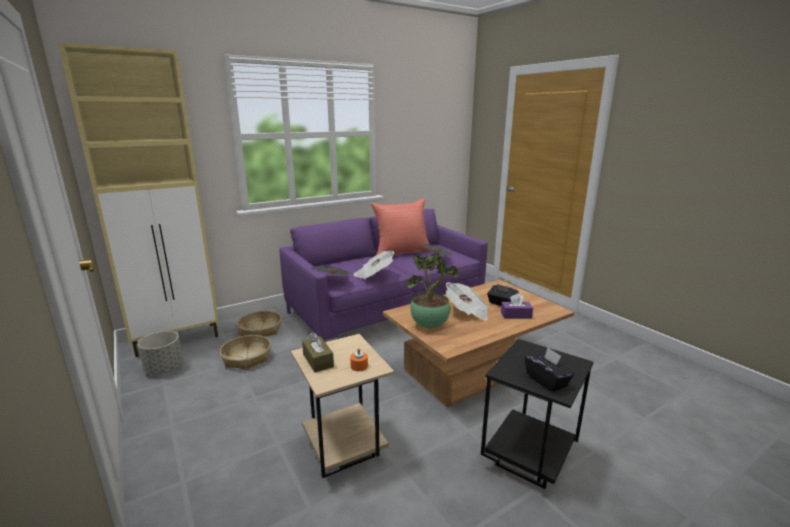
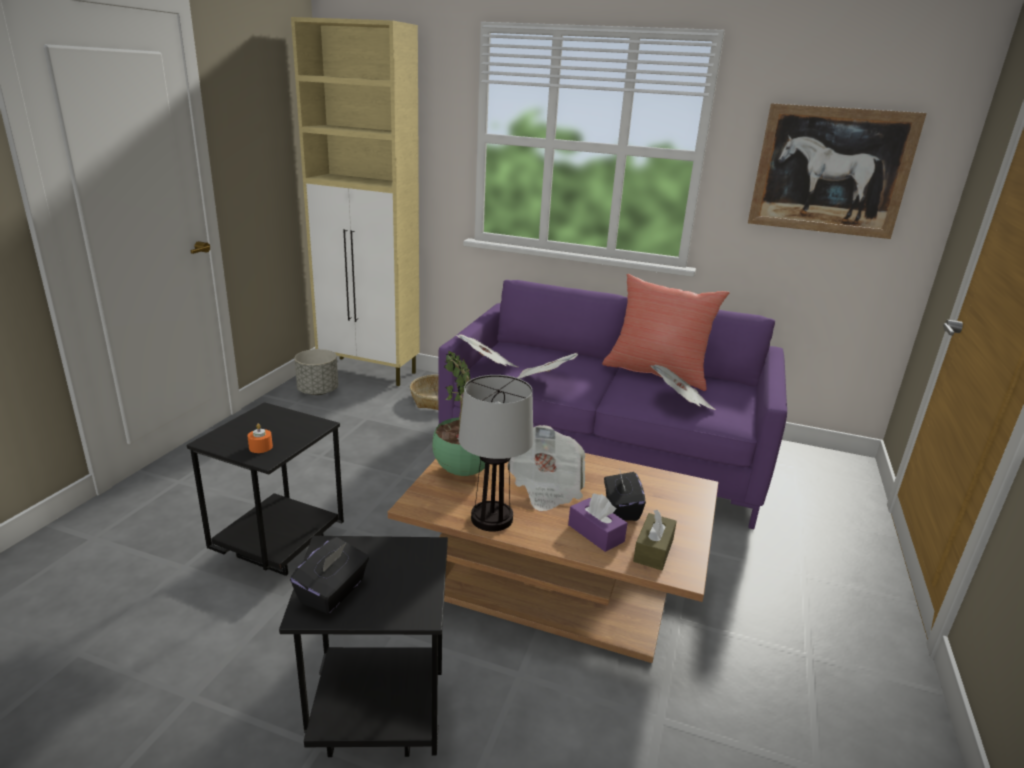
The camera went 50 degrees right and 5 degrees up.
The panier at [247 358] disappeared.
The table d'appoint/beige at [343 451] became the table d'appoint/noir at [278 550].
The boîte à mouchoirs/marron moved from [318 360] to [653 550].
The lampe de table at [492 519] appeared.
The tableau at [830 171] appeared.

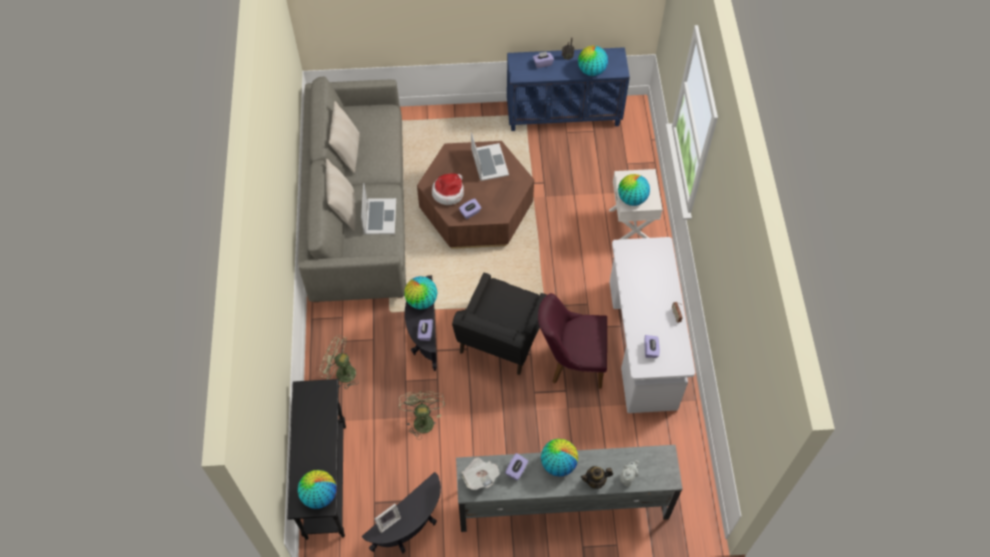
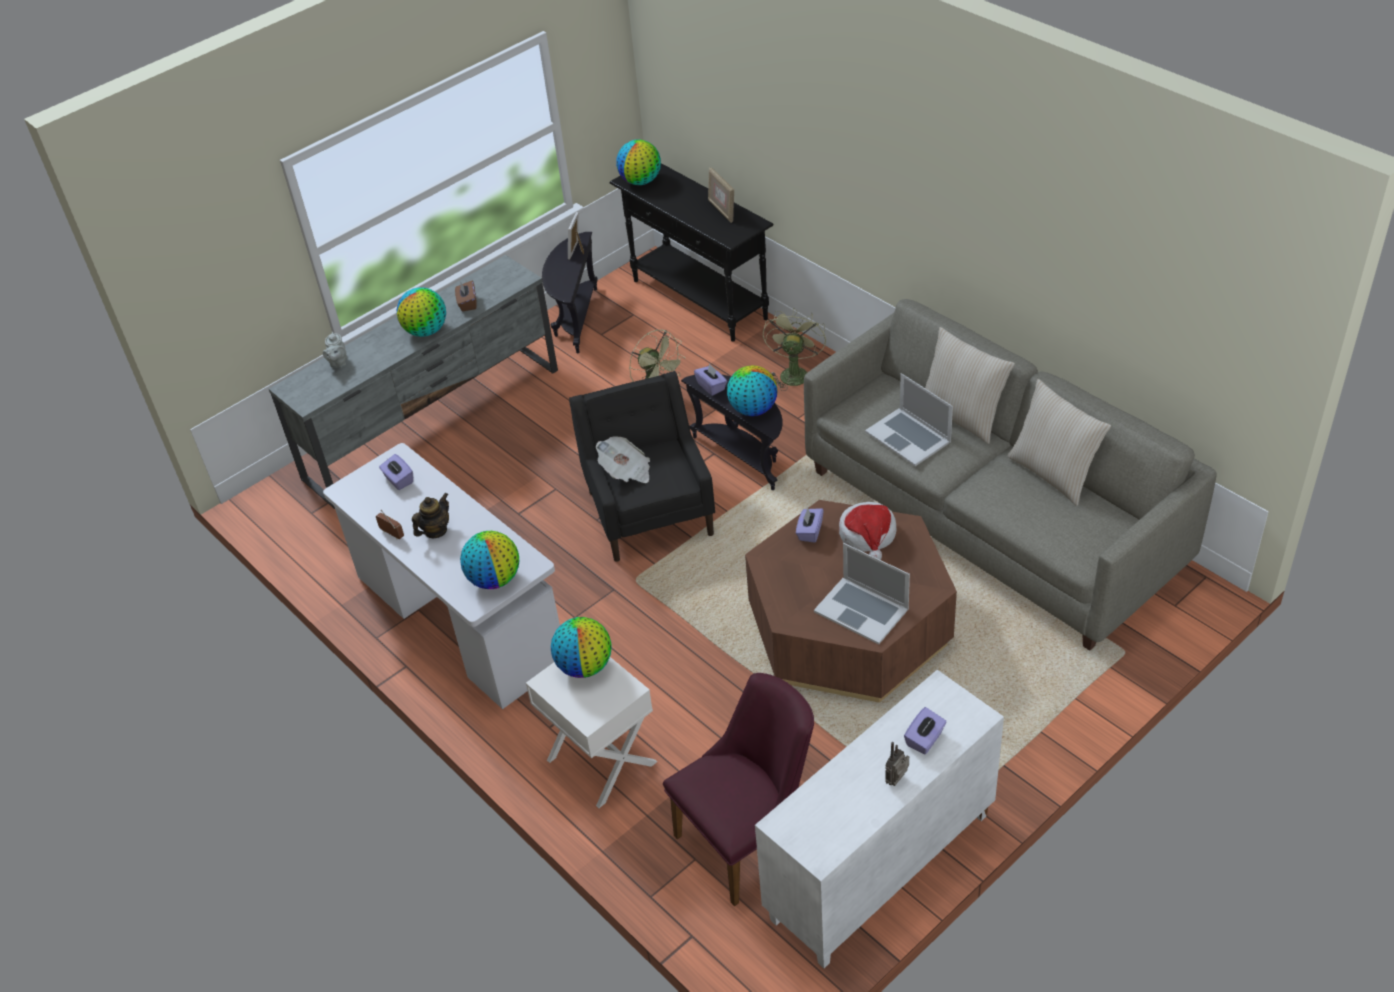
The camera went 145 degrees right and 15 degrees down.
The ventilateur/vert at [341 373] turned 60 degrees counterclockwise.
The journal moved from [480 476] to [626 471].
The boîte à mouchoirs/violet at [516 470] became the boîte à mouchoirs/marron at [467 303].
The meuble de rangement/bleu at [564 115] became the meuble de rangement/blanc at [880 869].
The chaise/violet moved from [571 362] to [750 839].
The globe moved from [591 71] to [495 579].
The théière moved from [595 481] to [435 531].
The cadre photo at [722 210] appeared.

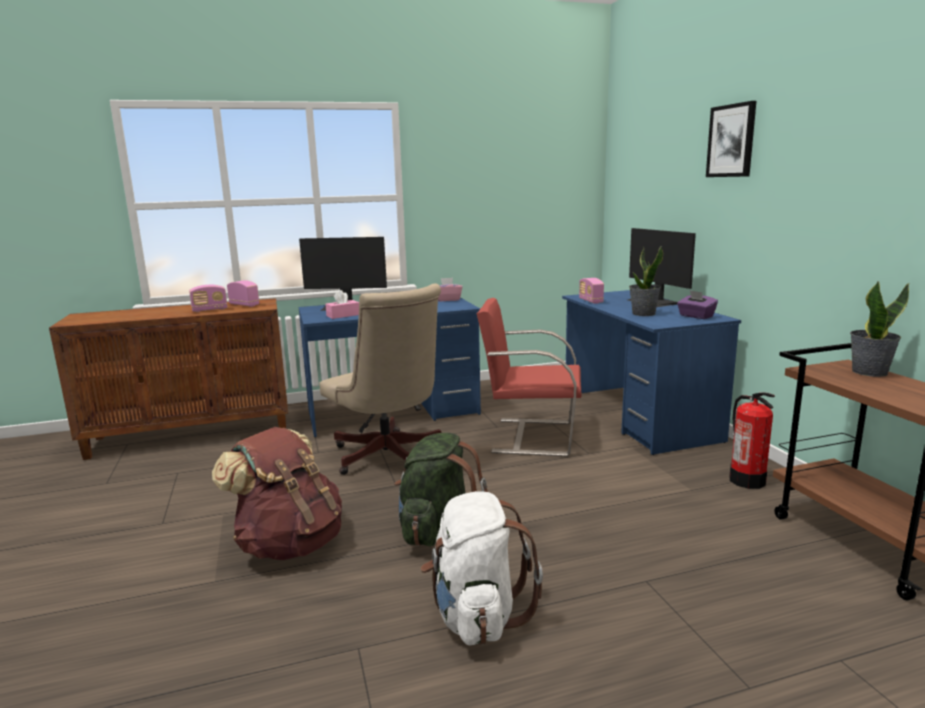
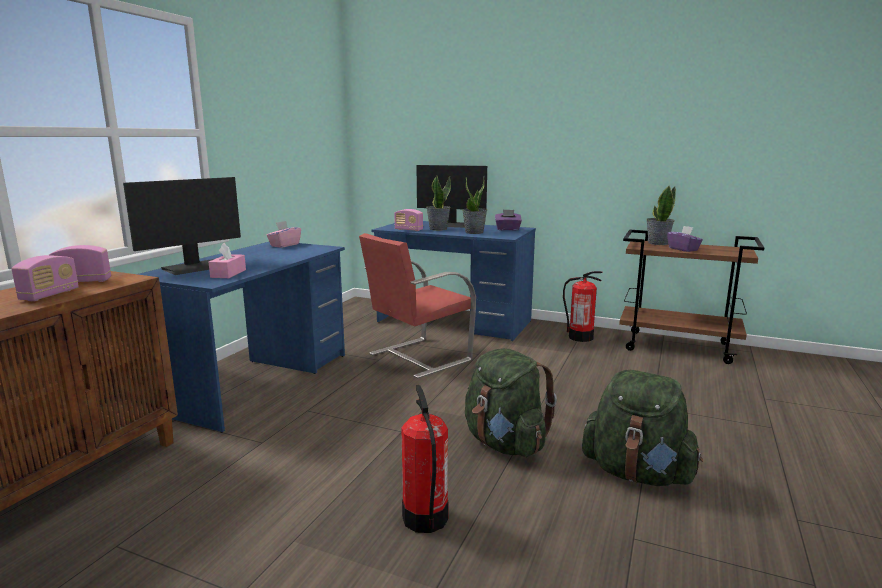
The camera went 50 degrees left and 0 degrees up.
The sac à dos/marron at [289 544] was replaced by the extincteur at [425 518].
The chaise de bureau/beige at [389 458] disappeared.
The sac à dos/blanc at [477 615] became the sac à dos/vert at [637 473].
The tableau at [731 141] disappeared.
The plante en pot at [438 229] appeared.
The boîte à mouchoirs/violet at [683 249] appeared.

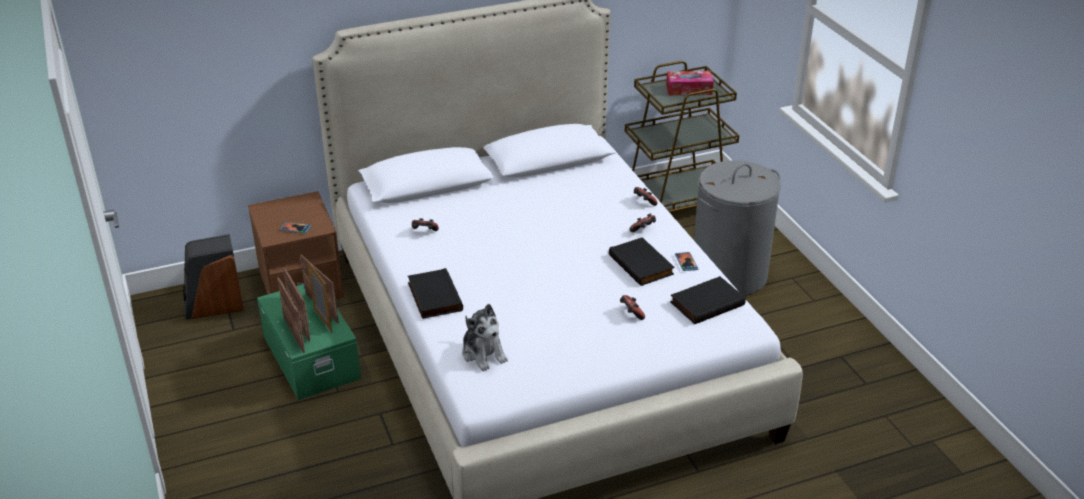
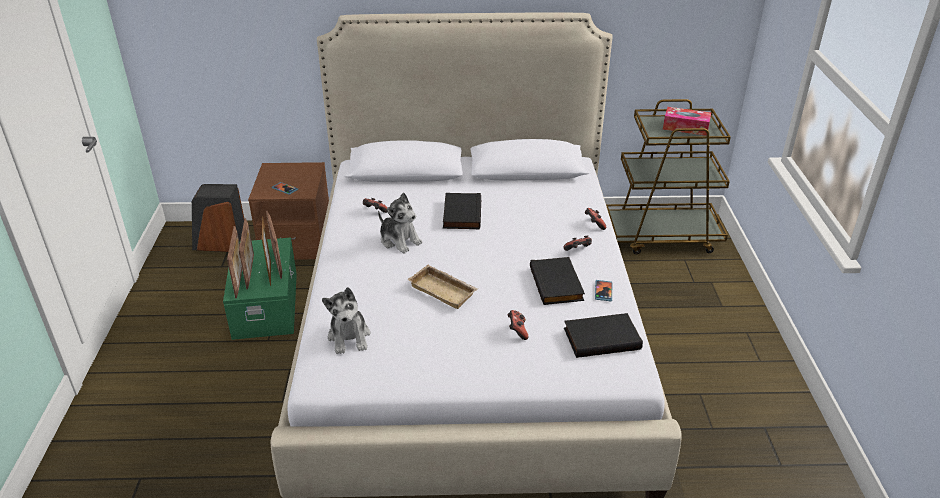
The camera went 20 degrees right and 0 degrees up.
The livre/noir moved from [433 297] to [460 214].
The panier à linge/gris at [729 275] disappeared.
The peluche at [399 240] appeared.
The plateau/beige at [444 290] appeared.

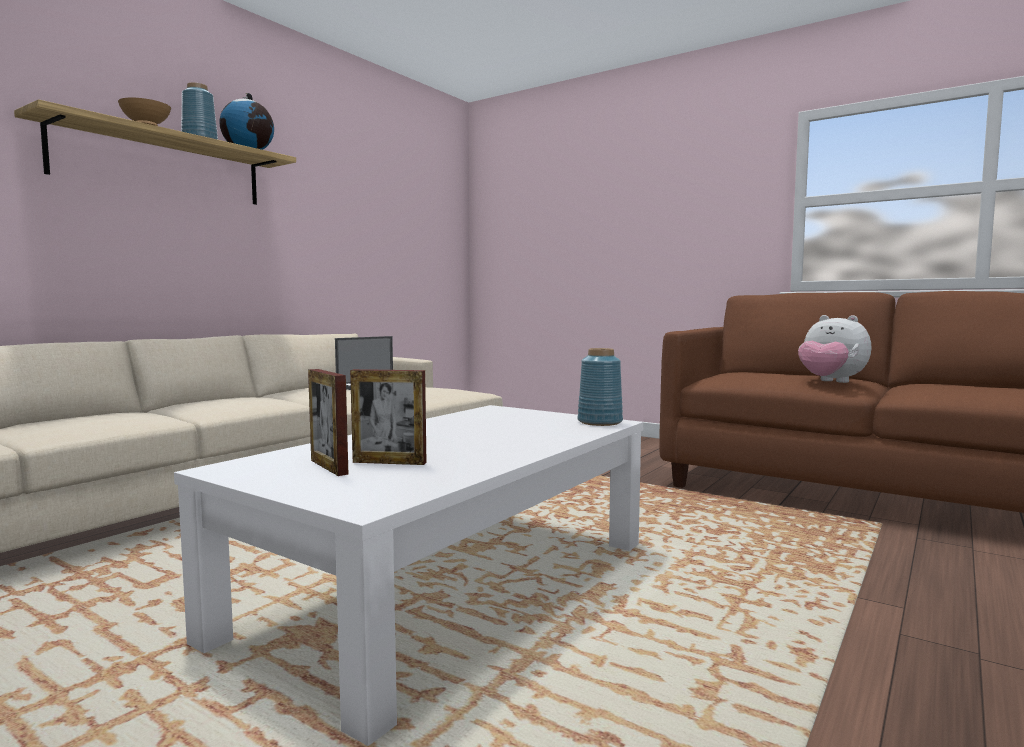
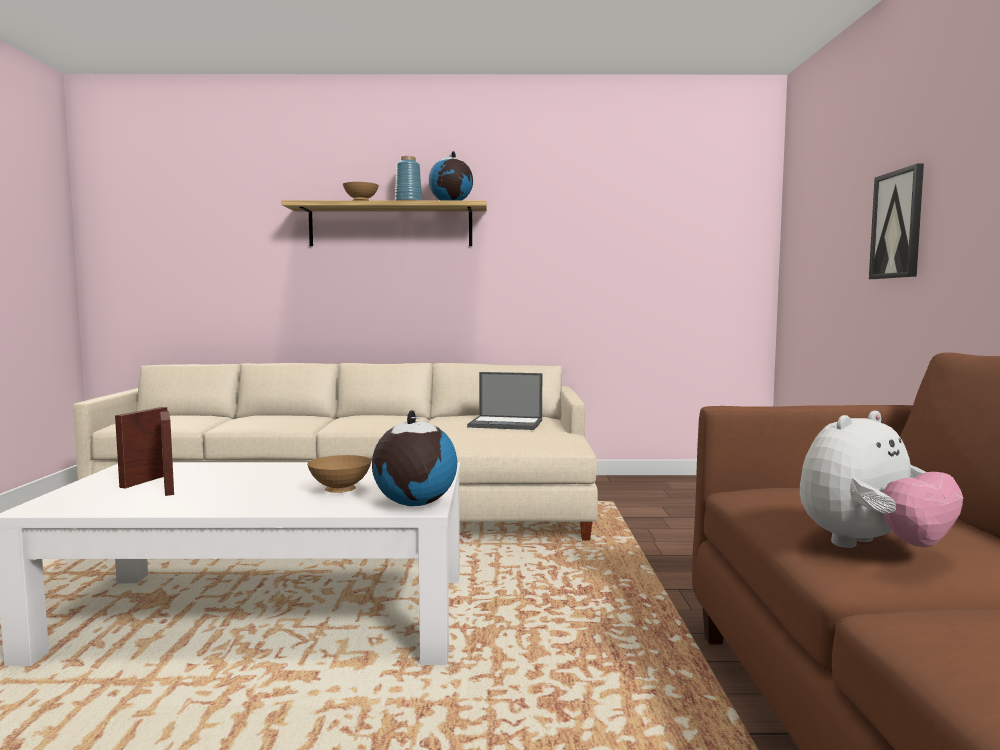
The camera went 55 degrees right and 0 degrees up.
The vase/bleu at [599 422] was replaced by the globe at [414 504].
The peluche at [830 382] turned 135 degrees counterclockwise.
The bol/marron at [340 491] appeared.
The tableau at [897 224] appeared.

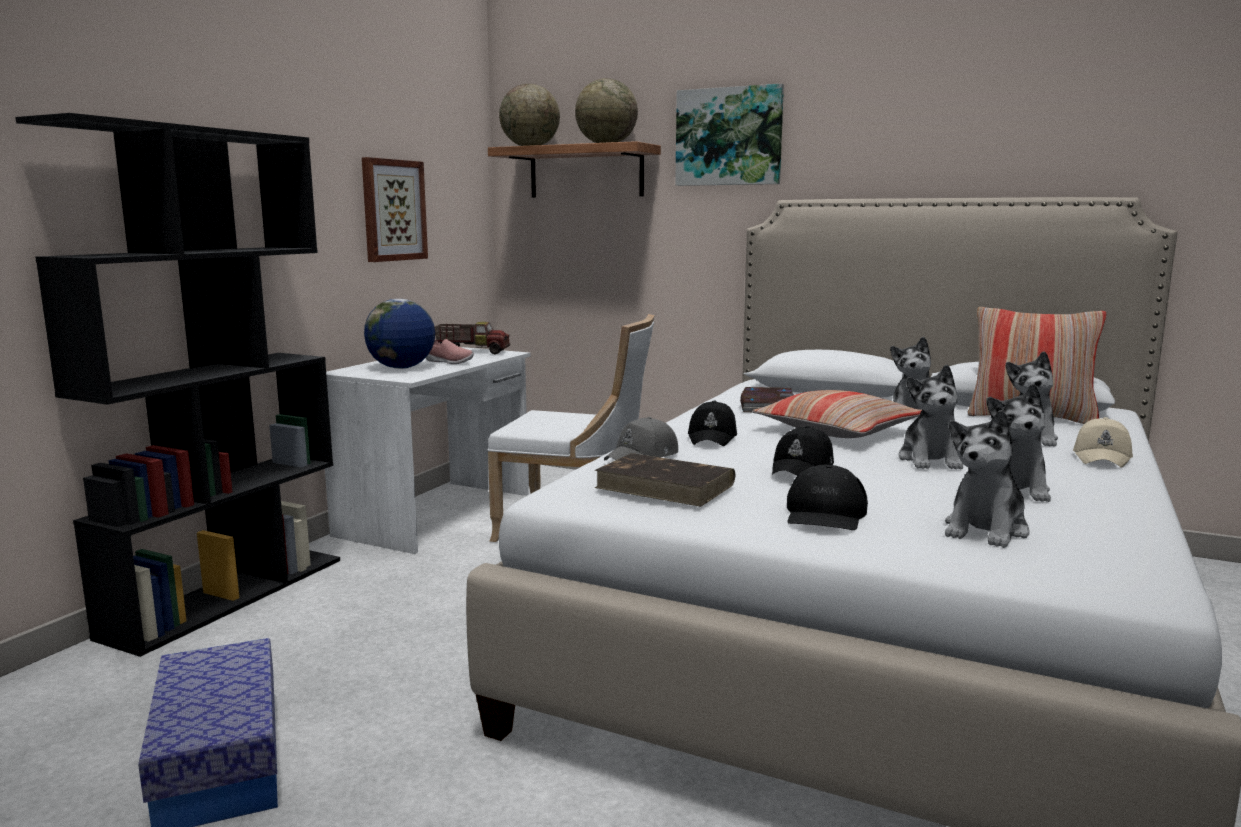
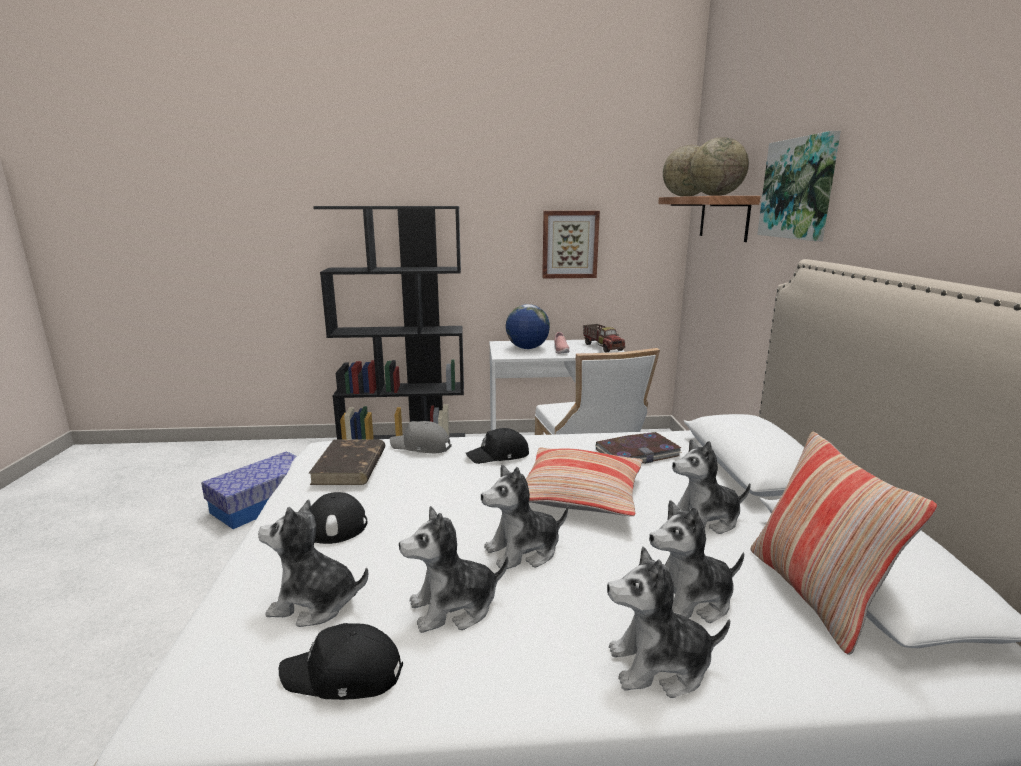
The camera went 60 degrees right and 5 degrees up.
The casquette/noir moved from [803 468] to [344 675].
The casquette/beige at [1102 457] was replaced by the peluche at [659 666].

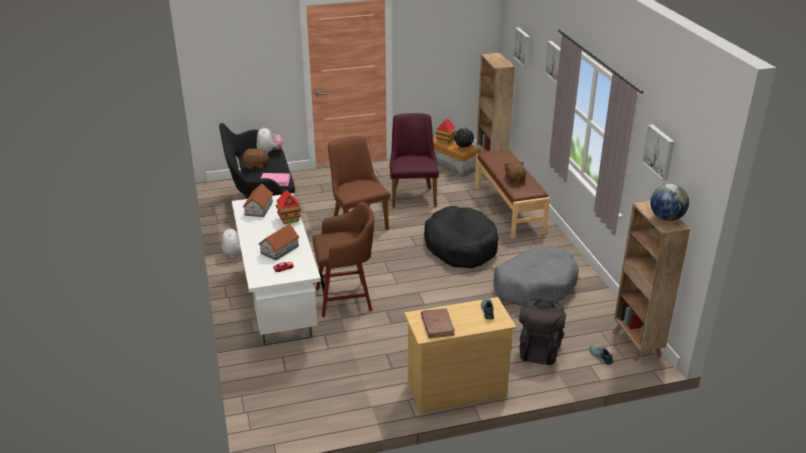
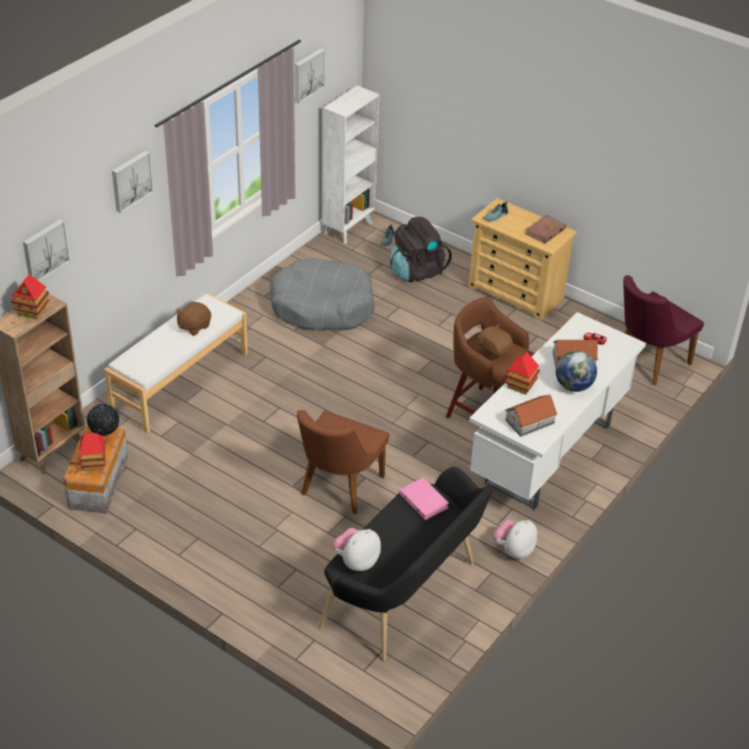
The camera went 130 degrees left and 10 degrees up.
The peluche/marron moved from [255 165] to [493 351].
The chaise/violet moved from [413 195] to [646 363].
The panier pour chien/noir at [460 246] disappeared.
The banc/marron at [509 209] became the banc/blanc at [179 381].
The bibliothèque/marron at [636 344] became the bibliothèque/blanc at [349 228].
The globe moved from [666 218] to [573 386].
The maison miniature at [32 311] appeared.

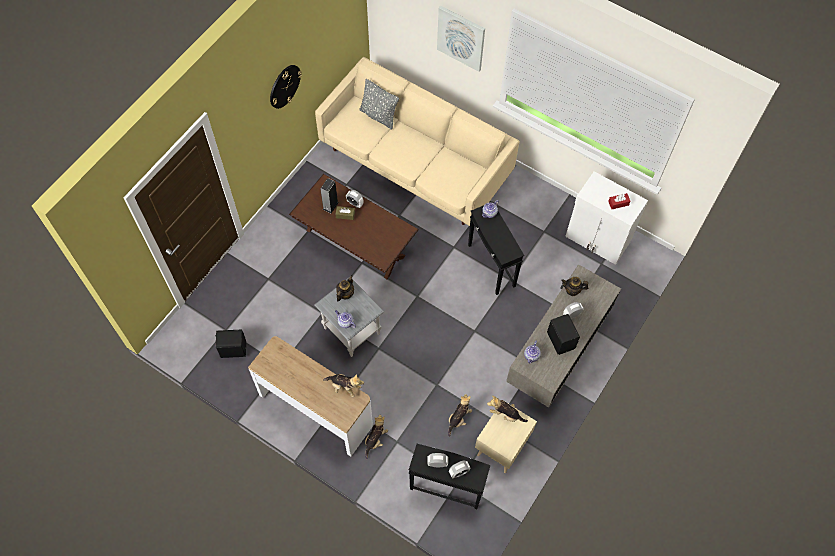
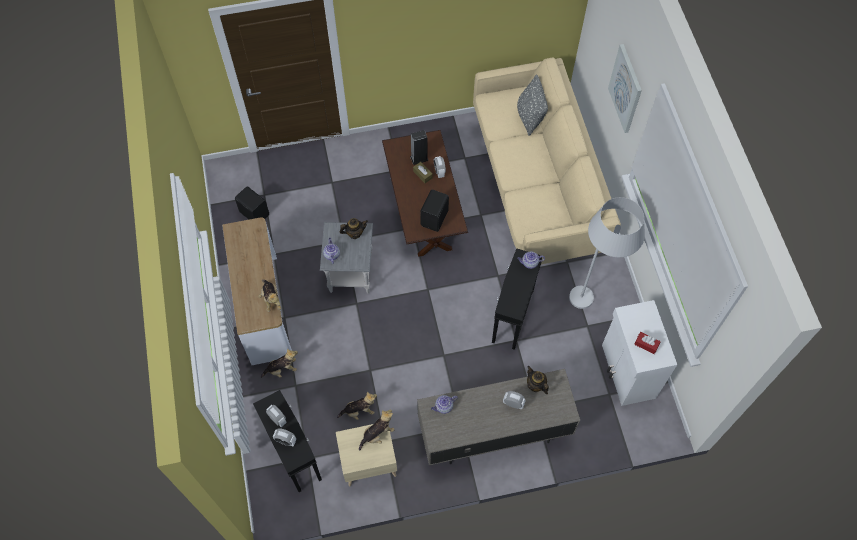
The camera went 45 degrees right and 0 degrees up.
The horloge murale at [284 86] disappeared.
The peluche at [505 414] turned 75 degrees clockwise.
The enceinte/noir moved from [561 340] to [435 218].
The lampadaire/blanc at [594 294] appeared.

